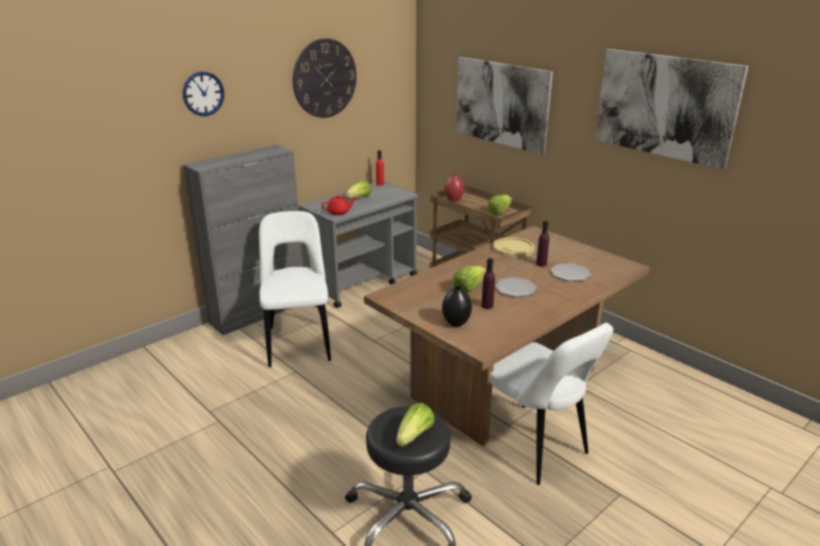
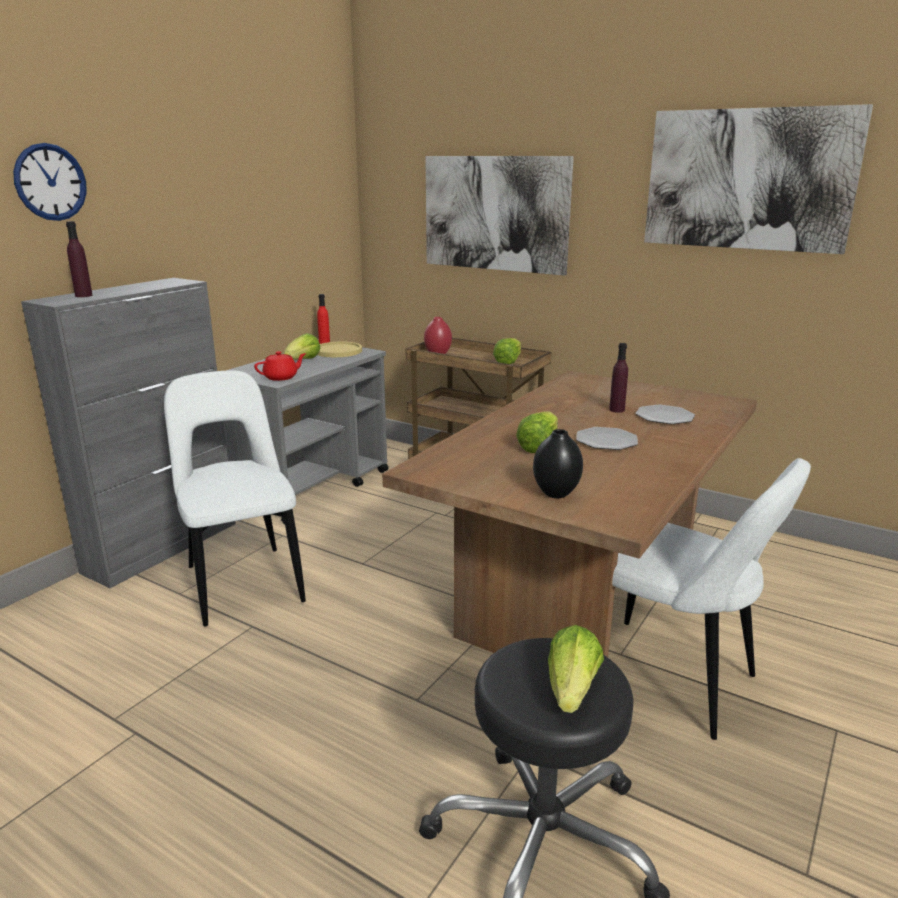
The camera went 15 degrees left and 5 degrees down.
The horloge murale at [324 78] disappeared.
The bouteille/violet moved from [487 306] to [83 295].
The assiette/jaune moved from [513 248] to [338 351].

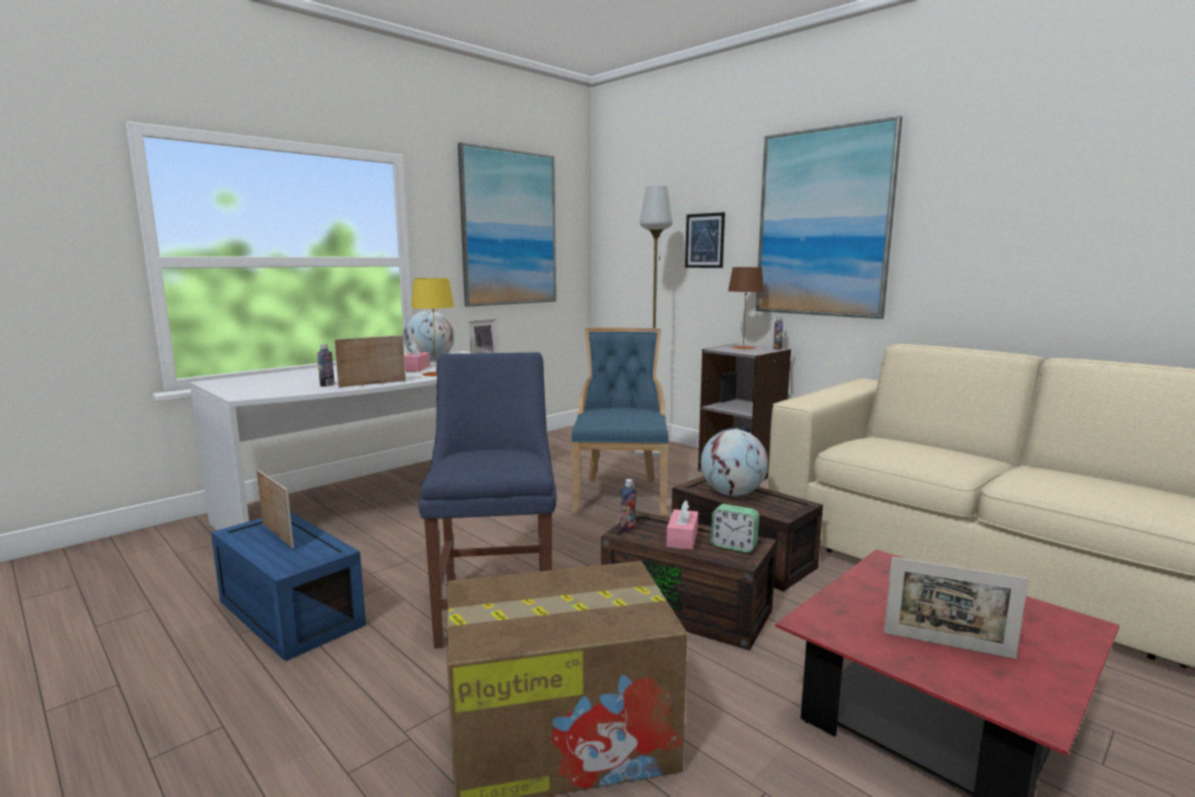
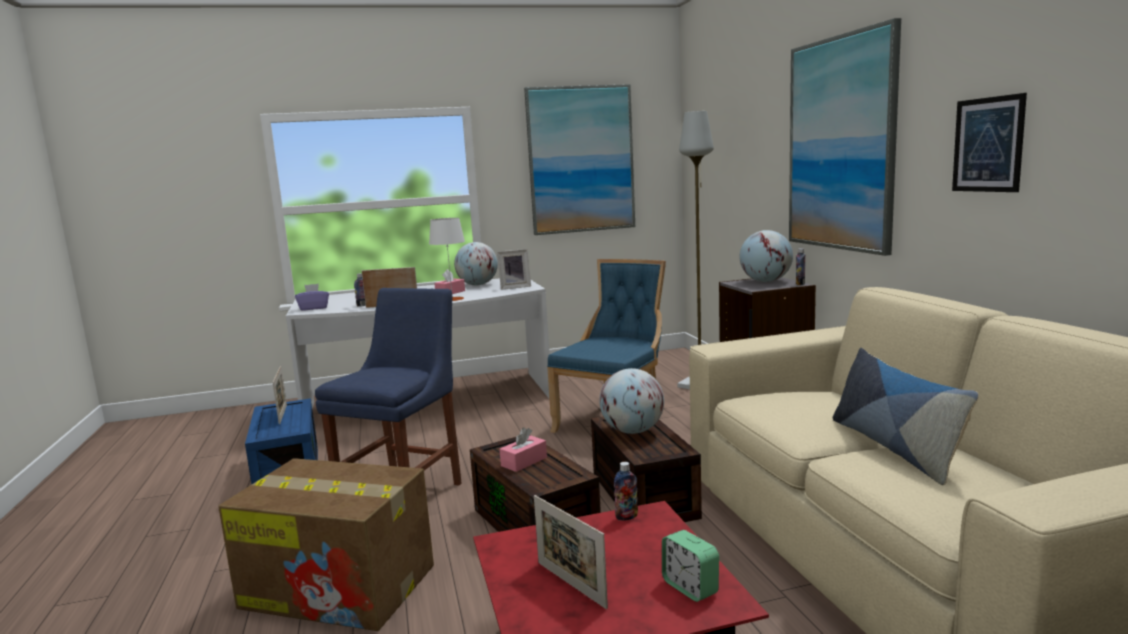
The camera went 30 degrees right and 0 degrees up.
The lampe de table/jaune at [436 374] became the lampe de table/blanc at [452 299].
The bouteille moved from [628 528] to [626 517].
The tableau moved from [704 240] to [988 145].
The réveil moved from [734 546] to [690 587].
The lampe de table/marron at [743 348] was replaced by the globe at [766 281].
The boîte à mouchoirs/violet at [314 308] appeared.
The coussin at [895 447] appeared.

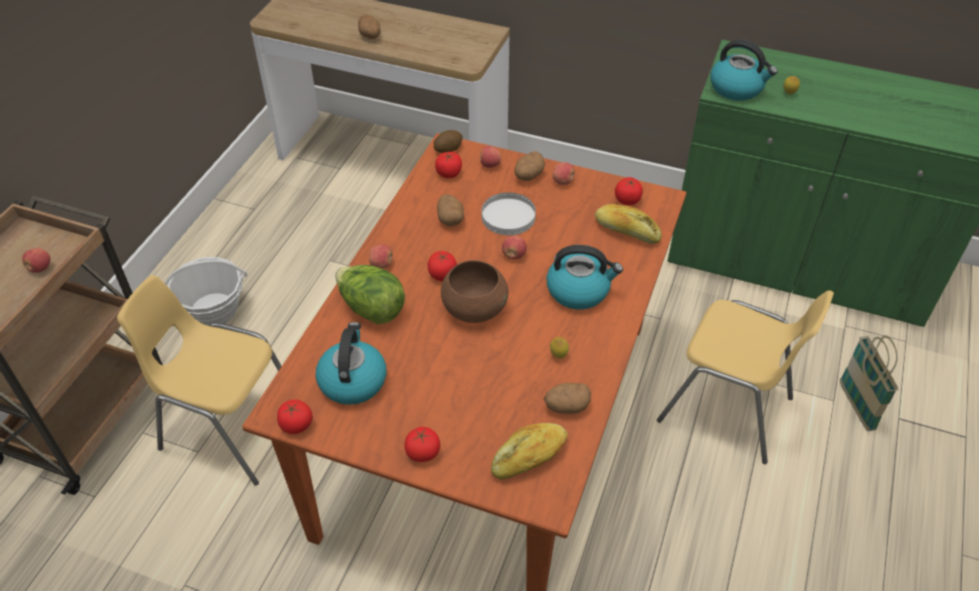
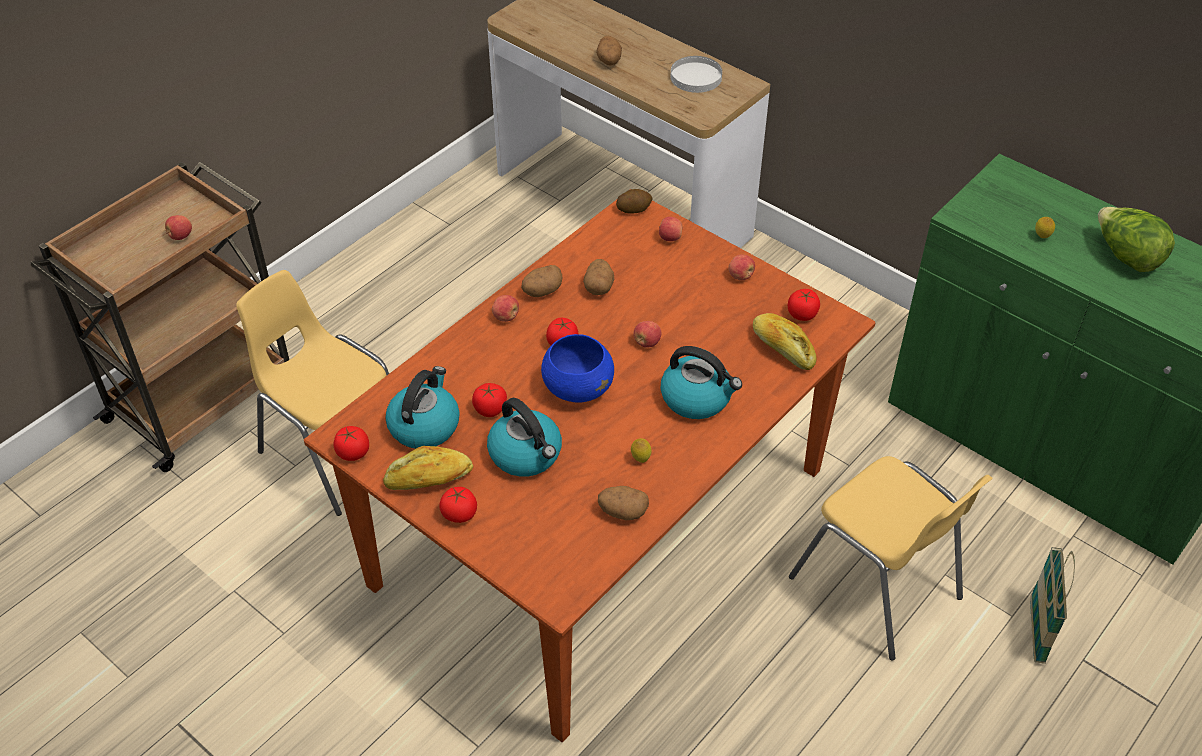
The camera went 20 degrees right and 0 degrees up.
The panier at [213 310] disappeared.
The laitue moved from [371 309] to [1126 257].
The tomate moved from [449 173] to [490 409].
The bol/marron at [474 309] became the bol/bleu at [578 388].
The assiette/blanc moved from [508 216] to [695 77].
The pain moved from [529 458] to [429 479].
The pomme de terre moved from [528 176] to [542 291].
The bouilloire moved from [737 88] to [526 454].

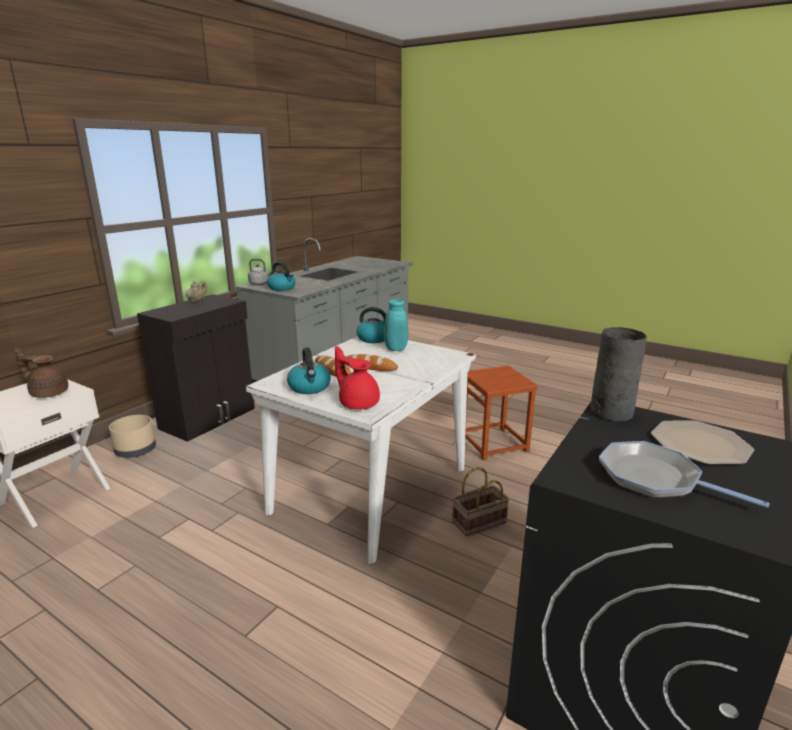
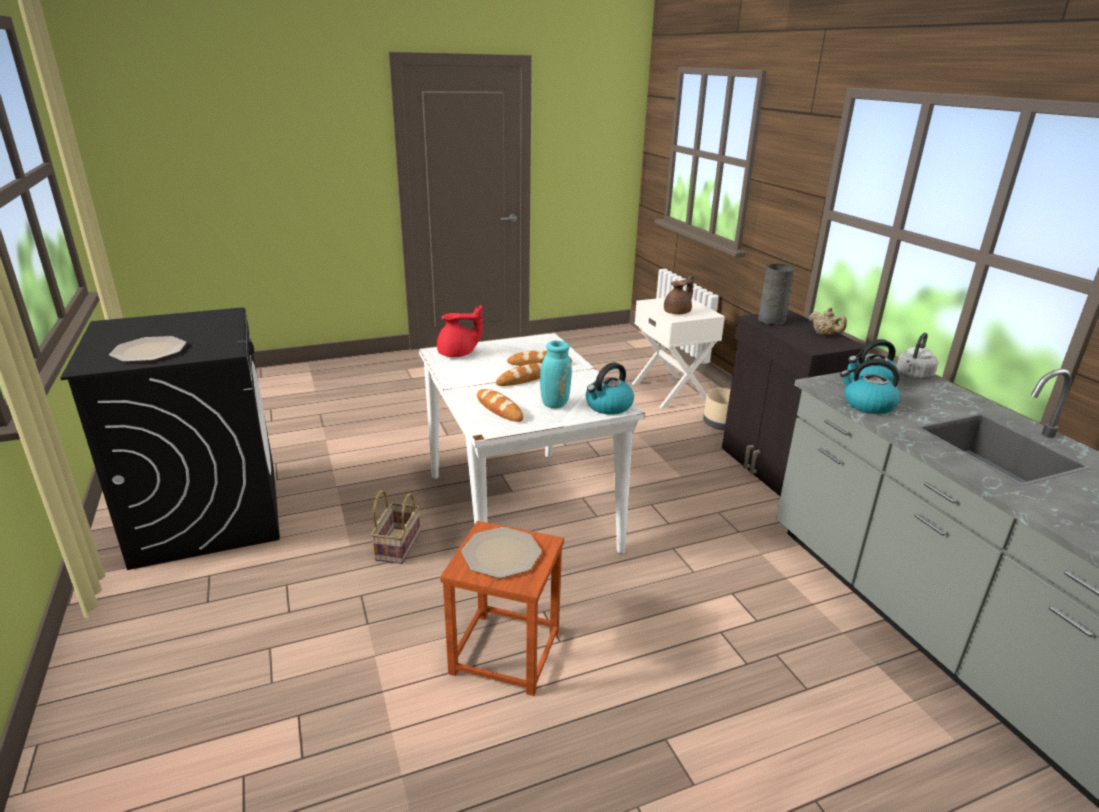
The camera went 125 degrees right and 5 degrees up.
The bouilloire moved from [310 387] to [867 405].
The vase/gris moved from [609 413] to [771 320].
The poêle at [654 479] disappeared.
The assiette at [501 553] appeared.
The pain at [499 409] appeared.

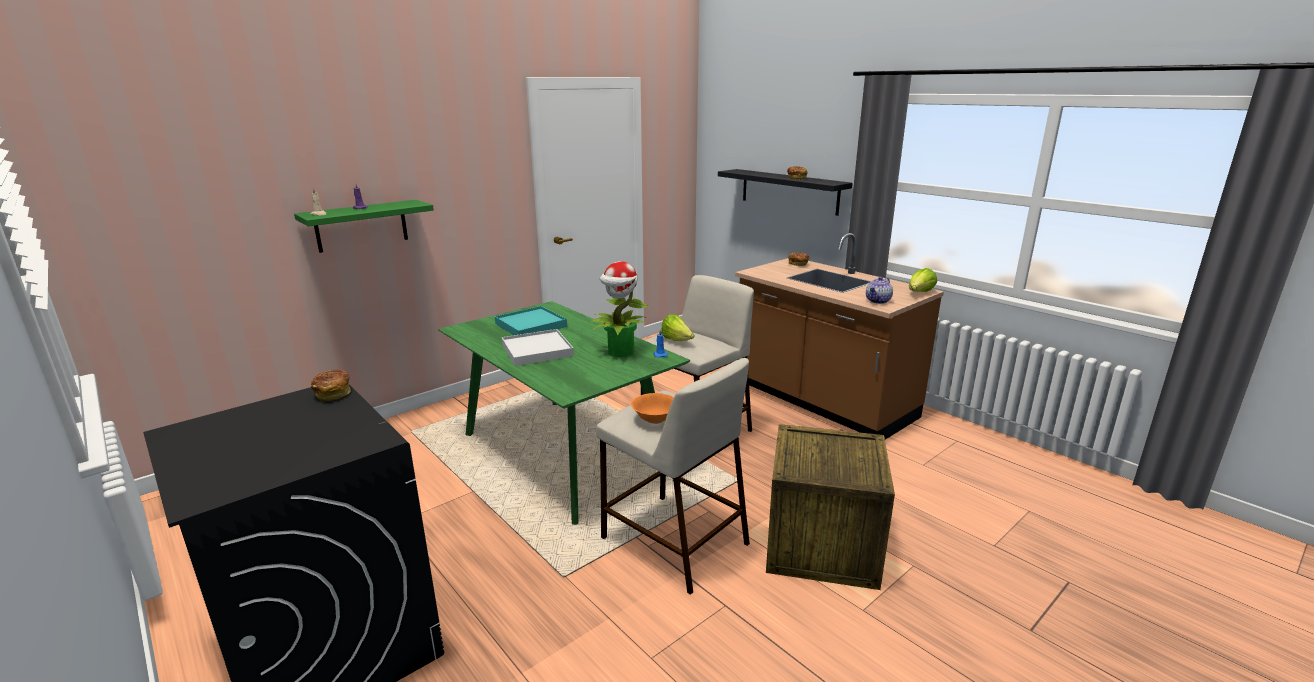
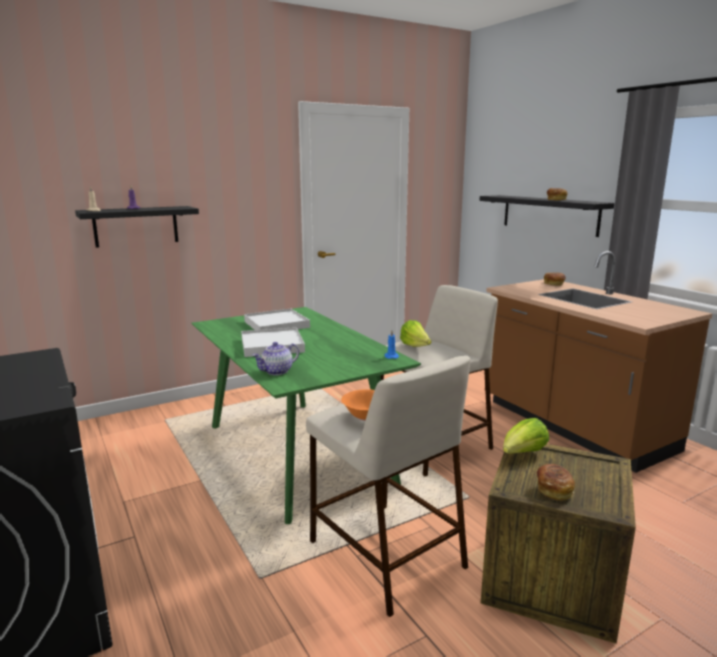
The camera went 10 degrees right and 5 degrees down.
The étagère/vert at [361 226] became the étagère/noir at [136 226].
The pain moved from [333 393] to [554 490].
The plateau/turquoise at [530 325] became the plateau/blanc at [276 324].
The plante en pot at [621 352] disappeared.
The théière moved from [878 301] to [277 371].
The laitue moved from [919 293] to [523 454].

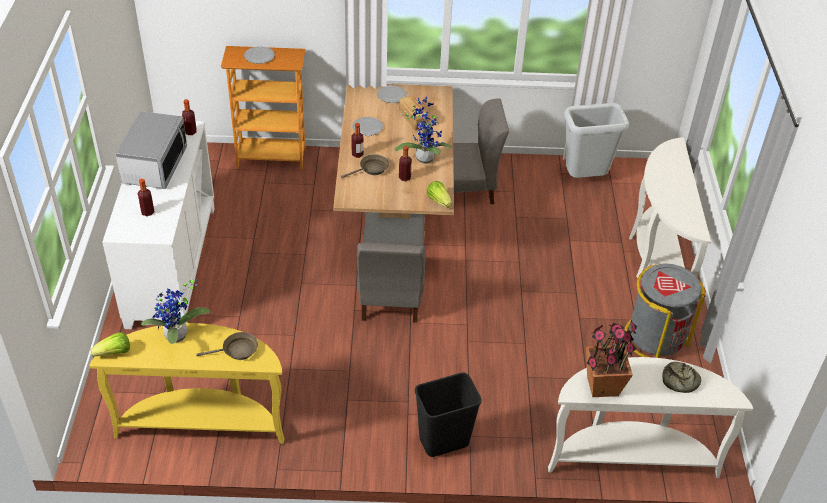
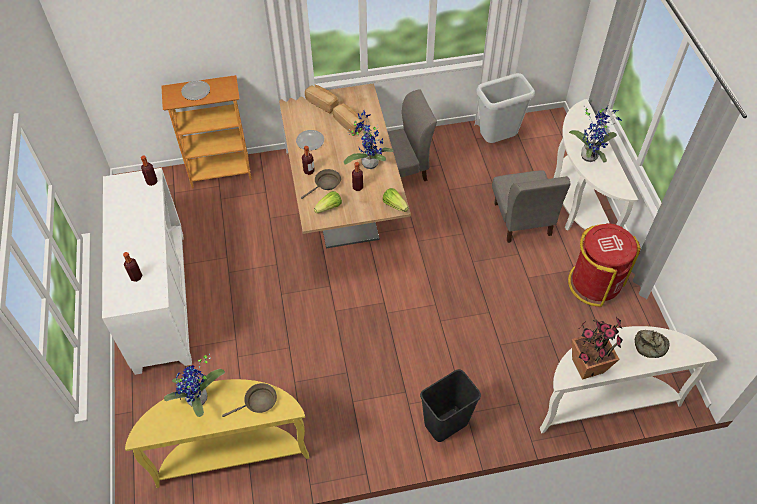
The camera went 10 degrees left and 10 degrees up.
The laitue moved from [114 353] to [329 208].
The micro-ondes at [155 166] disappeared.
The chaise/gris moved from [390 299] to [522 219].
The assiette at [391 95] was replaced by the pain at [322 103].
The poubelle/gris at [655 337] became the poubelle/rouge at [595 283].
The plante en pot at [590 155] appeared.

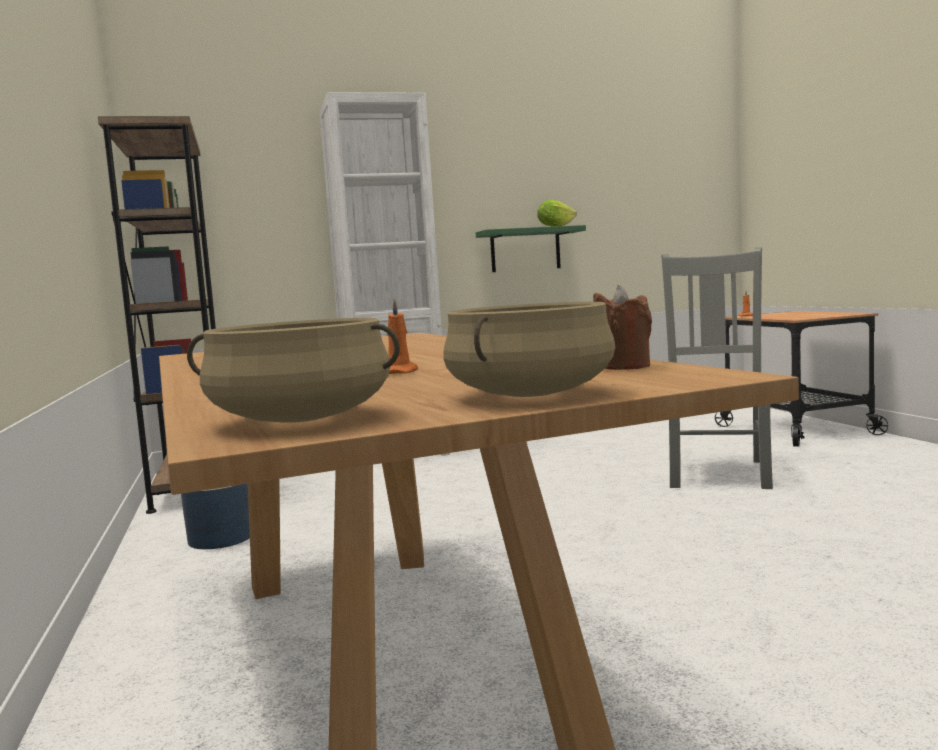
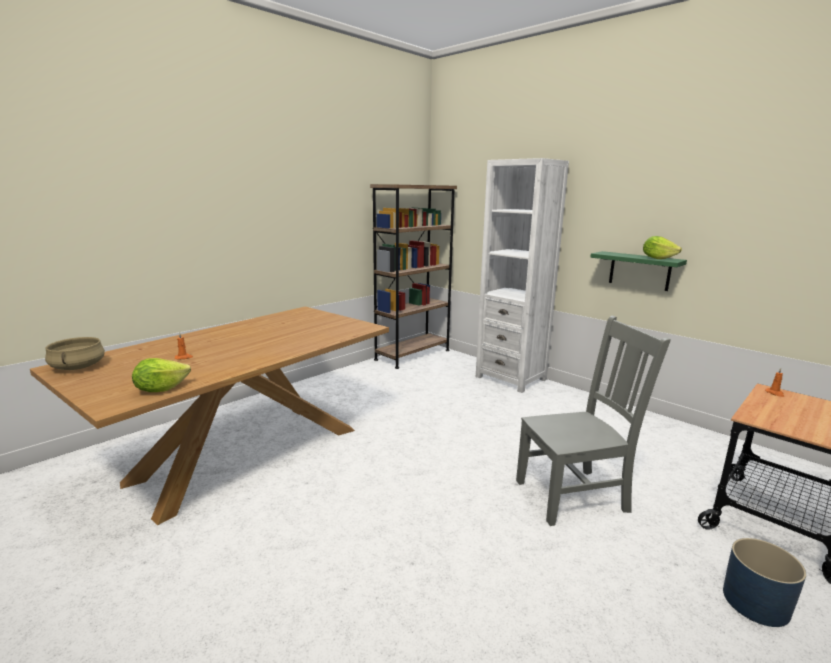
The camera went 60 degrees right and 10 degrees up.
The cache-pot/bleu moved from [221 539] to [755 603].
The marmite/beige at [529 394] disappeared.
The bougie/marron at [622 366] was replaced by the laitue at [161 389].

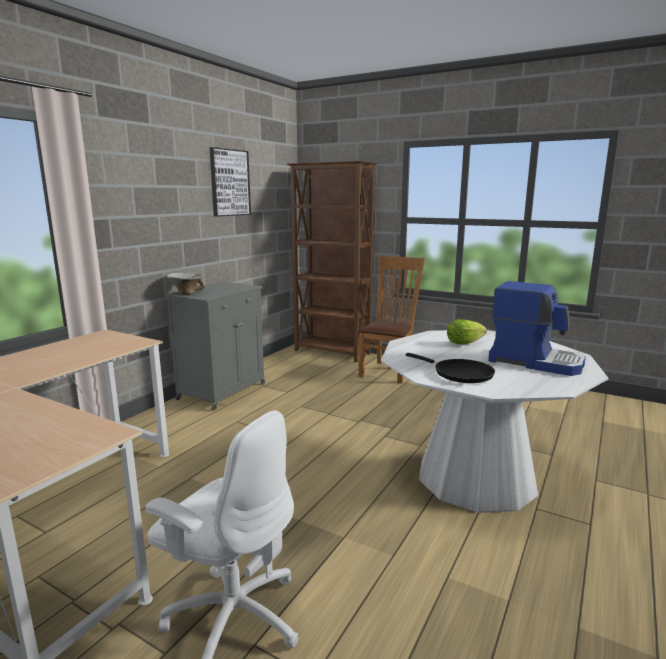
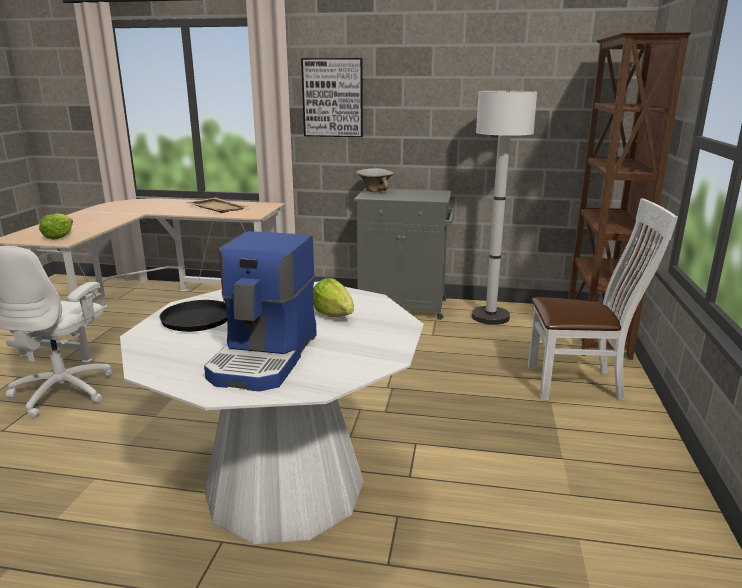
The camera went 70 degrees right and 5 degrees up.
The tableau moved from [229 183] to [333 98].
The chaise/marron at [389 371] became the chaise/blanc at [580 383].
The laitue at [58 237] appeared.
The plateau/beige at [217 207] appeared.
The lampadaire/blanc at [490 317] appeared.

